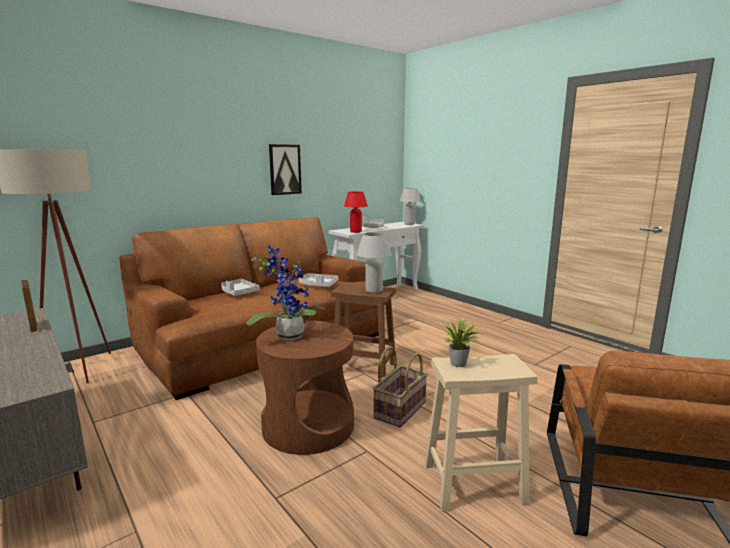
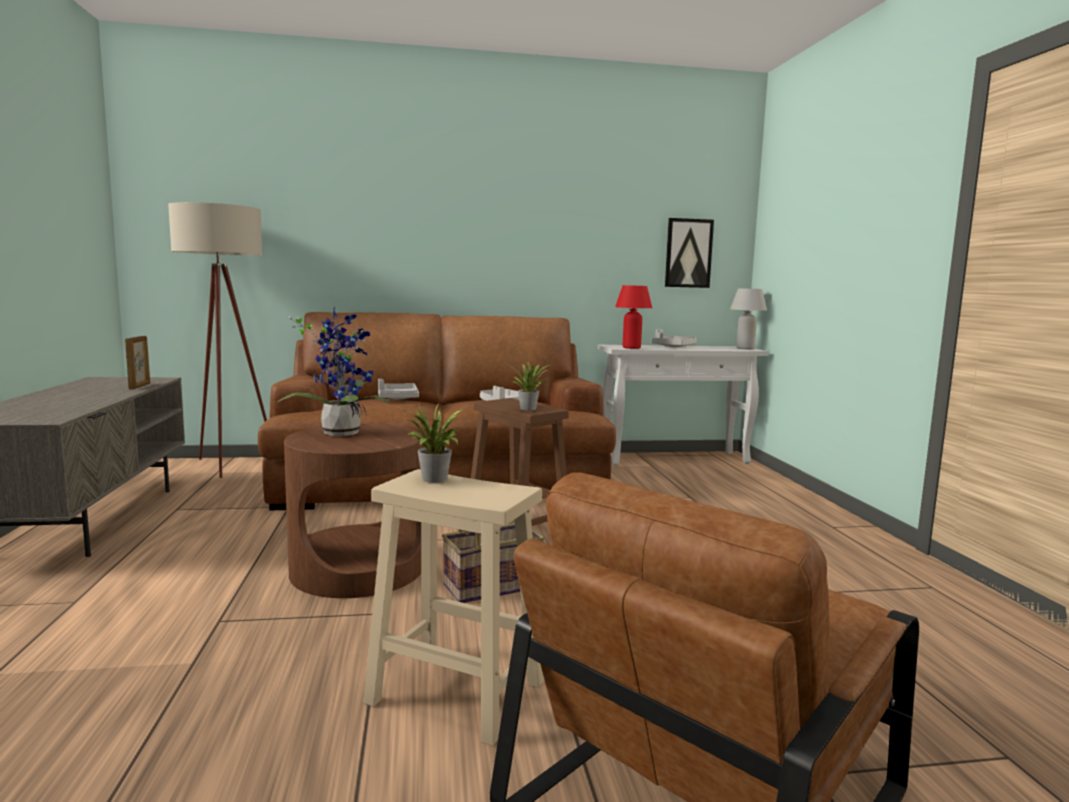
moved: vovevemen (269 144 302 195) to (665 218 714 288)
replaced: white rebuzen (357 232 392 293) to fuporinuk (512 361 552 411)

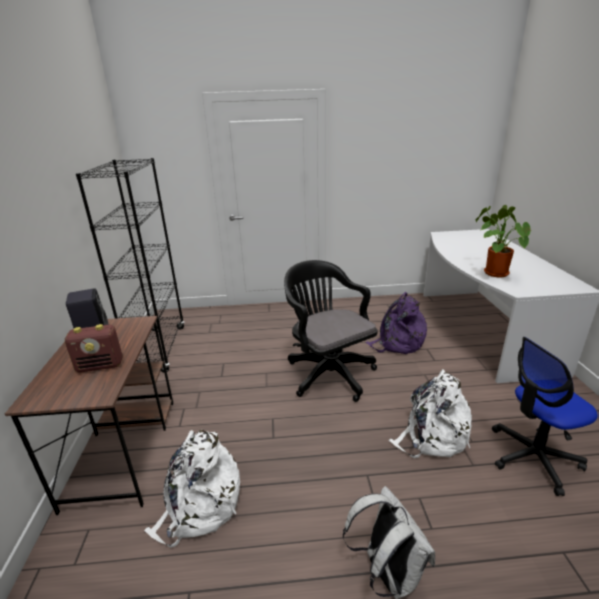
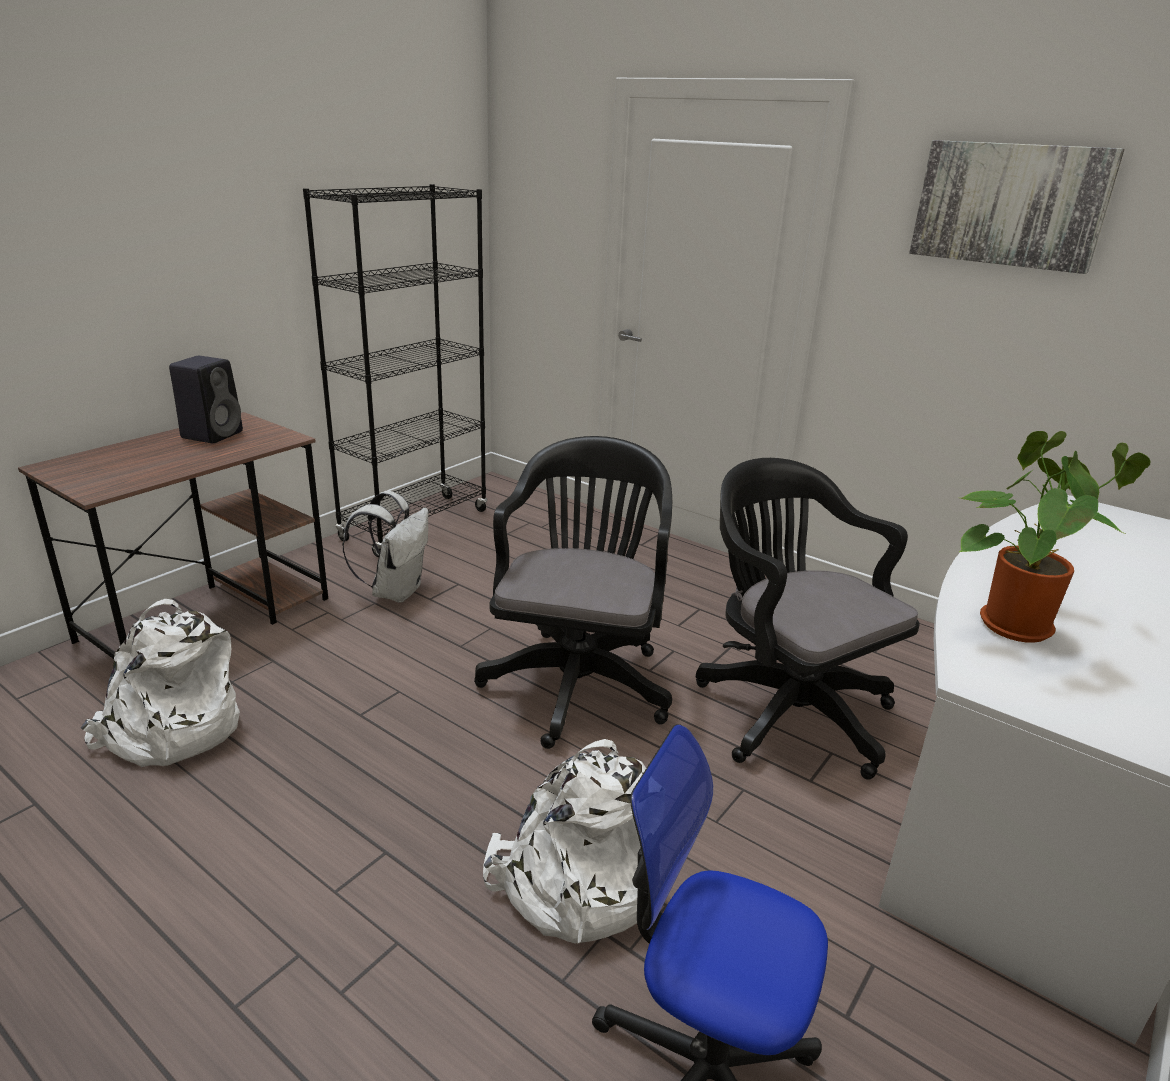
removed: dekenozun (65 324 122 373)
added: vovevemen (909 140 1124 274)
moved: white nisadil (343 486 435 599) to (342 491 428 603)
replaced: purple nisadil (366 292 427 354) to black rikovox (696 458 920 780)

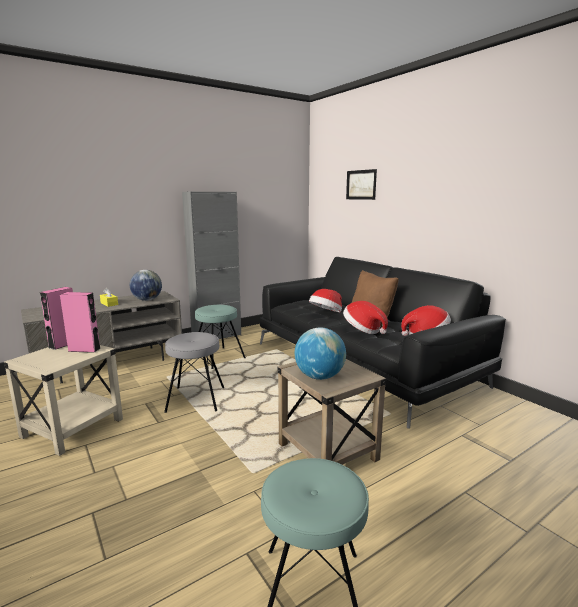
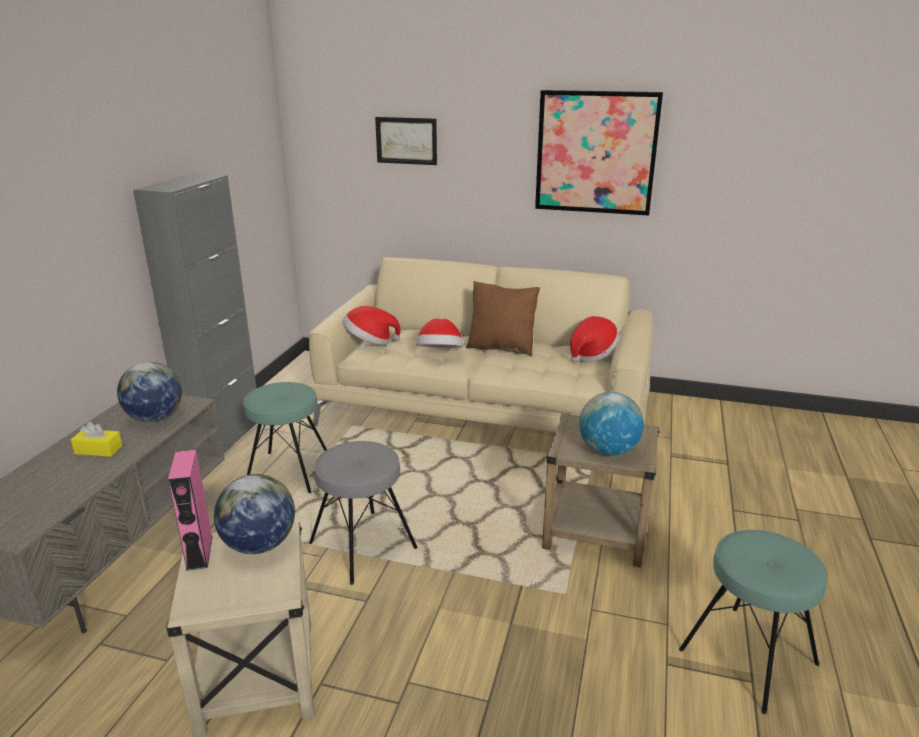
added: vovevemen (535 90 663 216)
moved: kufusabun (343 301 388 334) to (343 306 401 345)
replaced: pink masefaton (60 292 101 353) to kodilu (214 474 295 554)
recoloured: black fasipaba (260 257 506 429) to beige fasipaba (308 258 653 432)

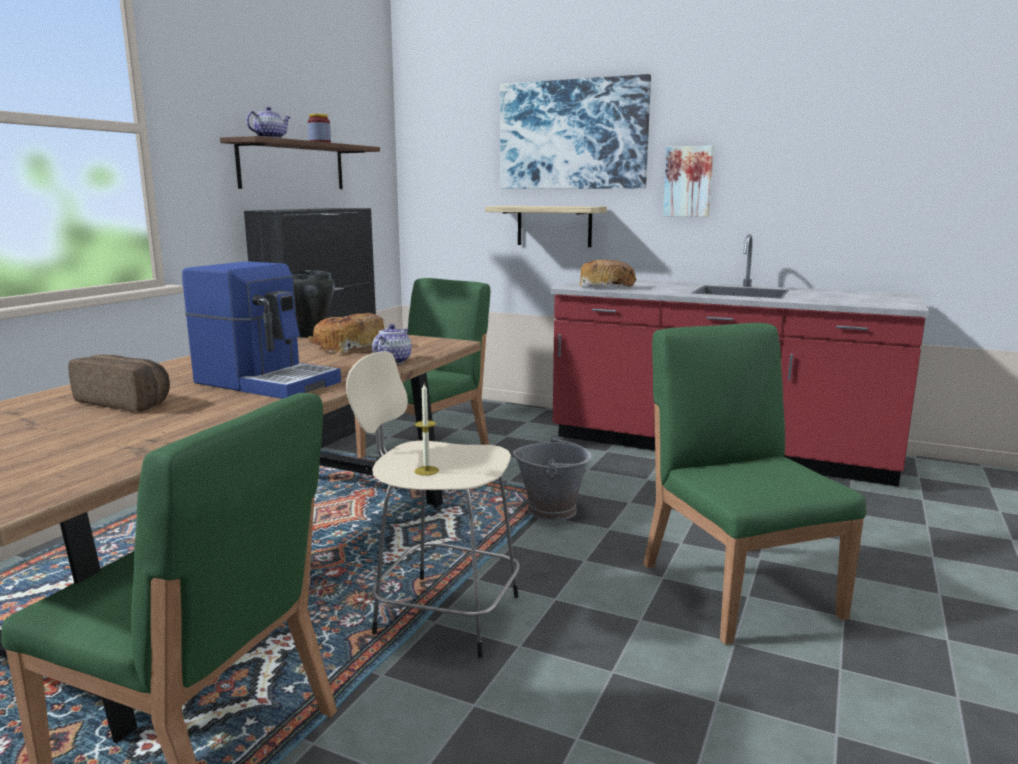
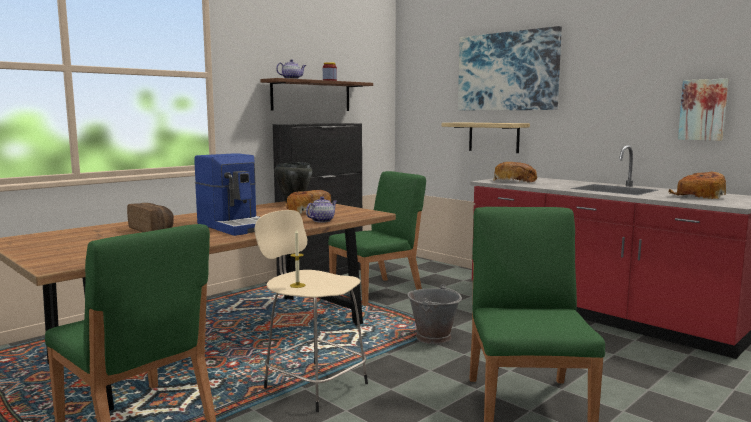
added: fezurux (669 172 726 199)
moved: vovevemen (663 145 714 217) to (678 79 729 141)

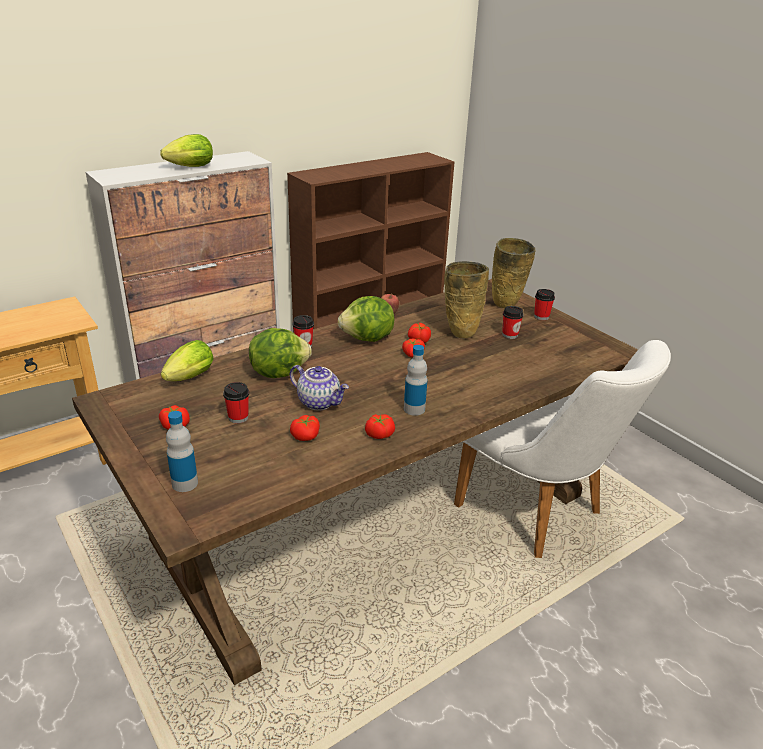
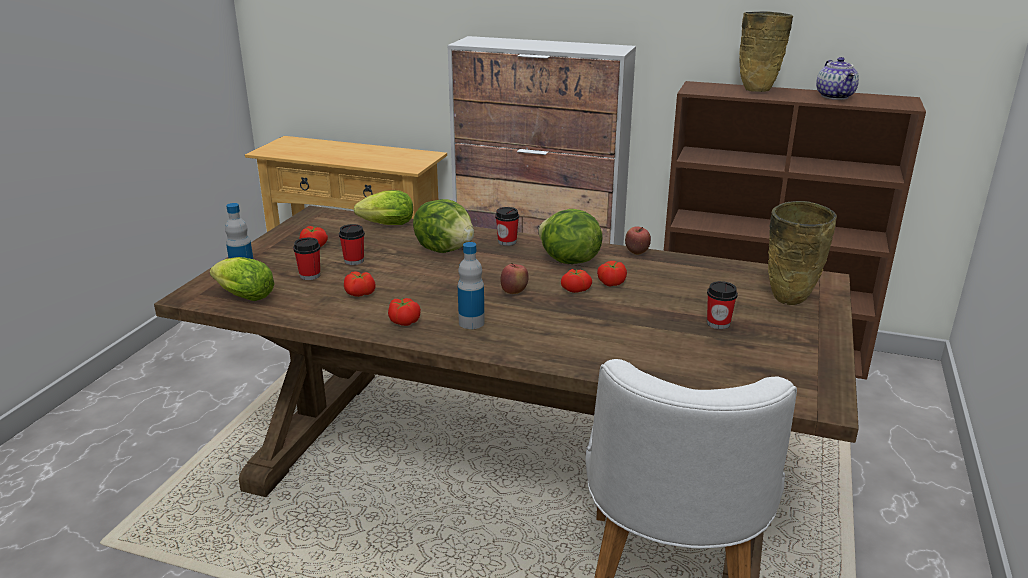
added: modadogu (501 263 529 294)
moved: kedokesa (160 134 213 167) to (210 257 275 301); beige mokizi (444 261 489 338) to (739 11 793 92); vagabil (534 289 555 320) to (293 238 320 280); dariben (290 365 349 411) to (816 57 859 100)

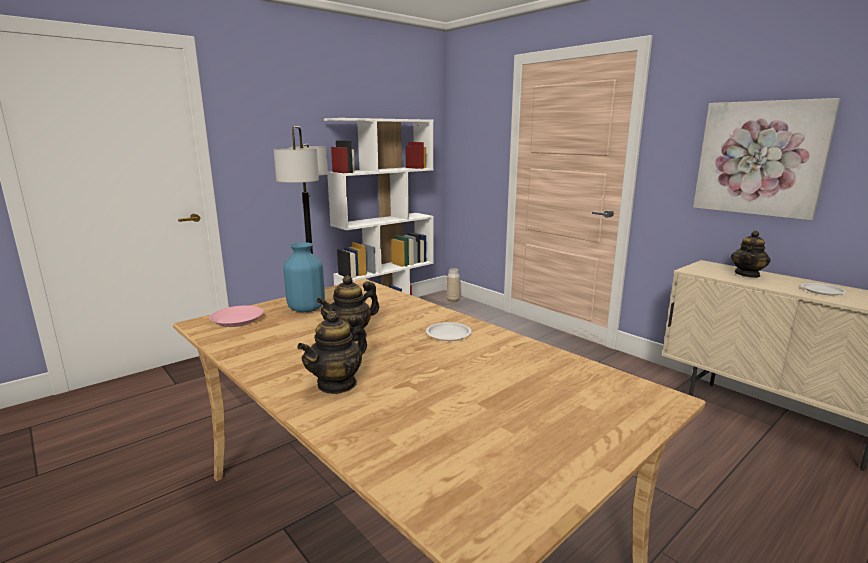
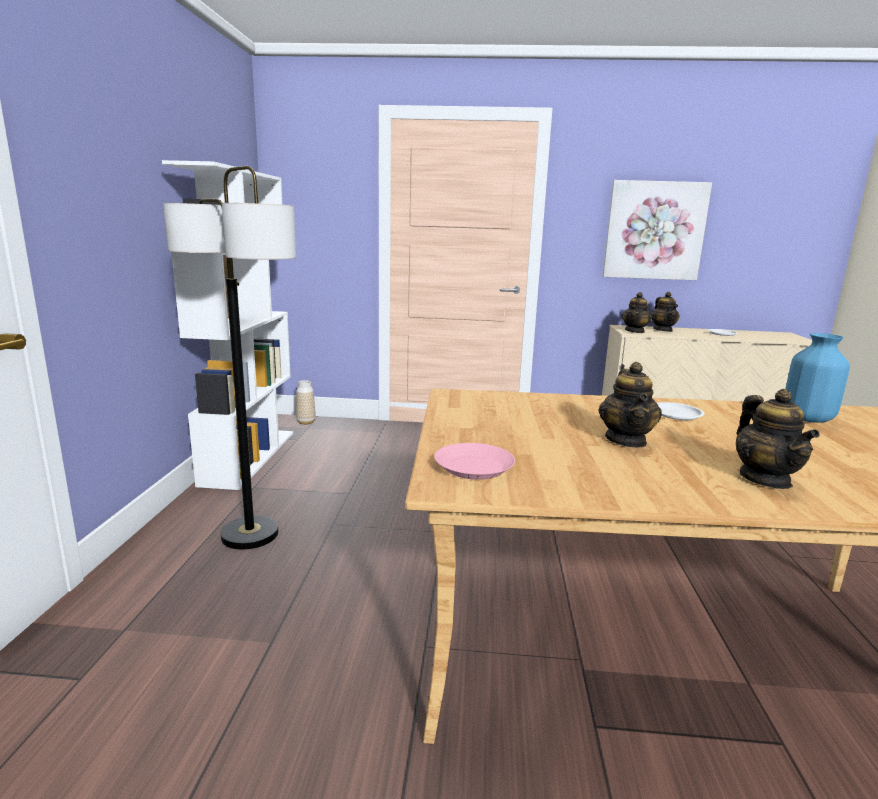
added: dariben (622 292 652 333)
moved: blue mokizi (283 242 325 312) to (785 333 850 423)

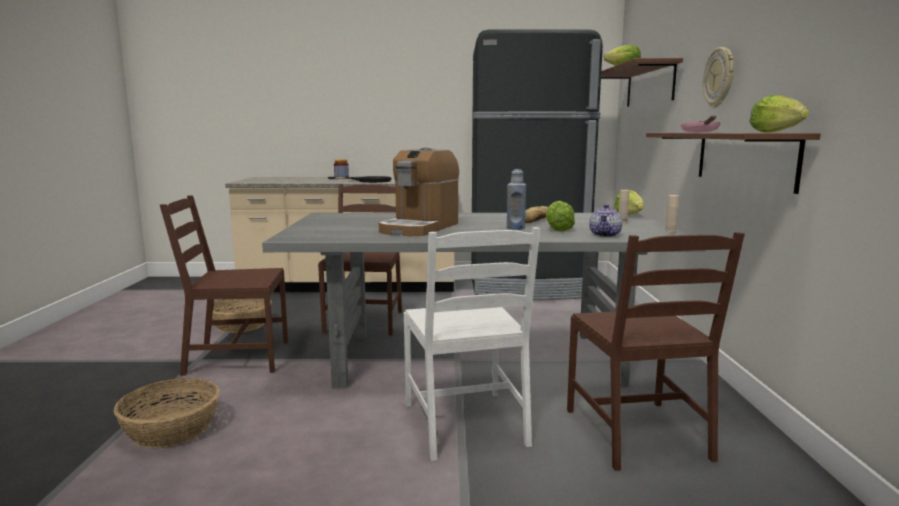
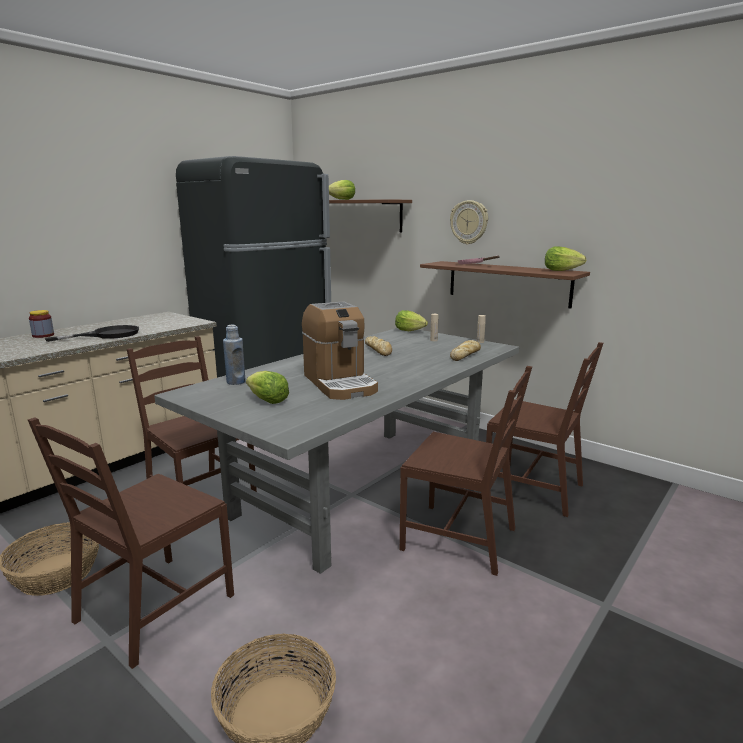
moved: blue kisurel (507 169 526 230) to (223 325 246 385); kedokesa (546 201 575 231) to (246 371 289 404)
replaced: dariben (589 204 622 237) to fezurux (450 340 481 361)
recoloured: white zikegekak (404 227 541 461) to brown zikegekak (400 366 532 576)

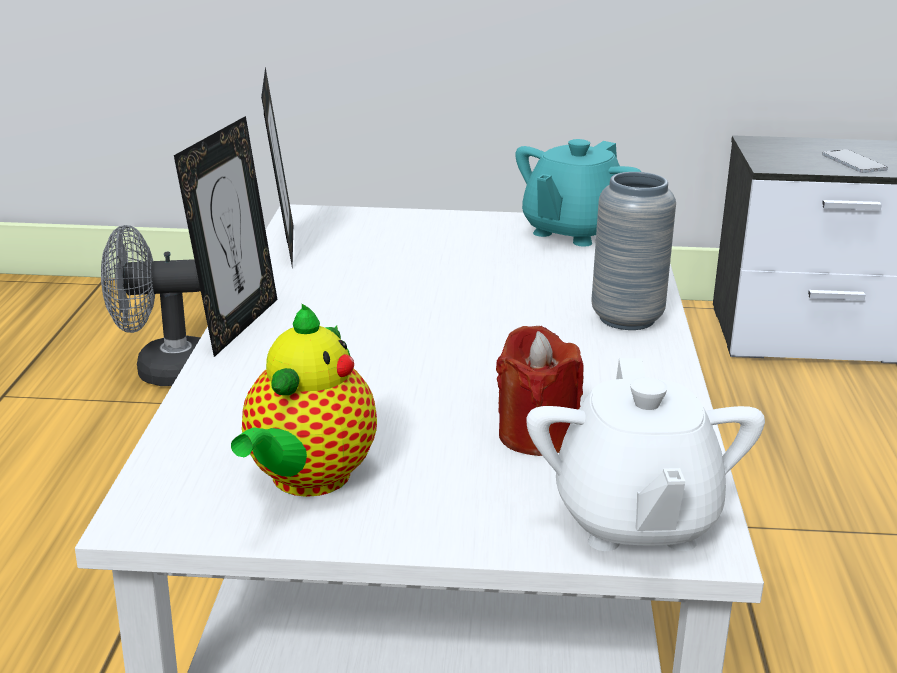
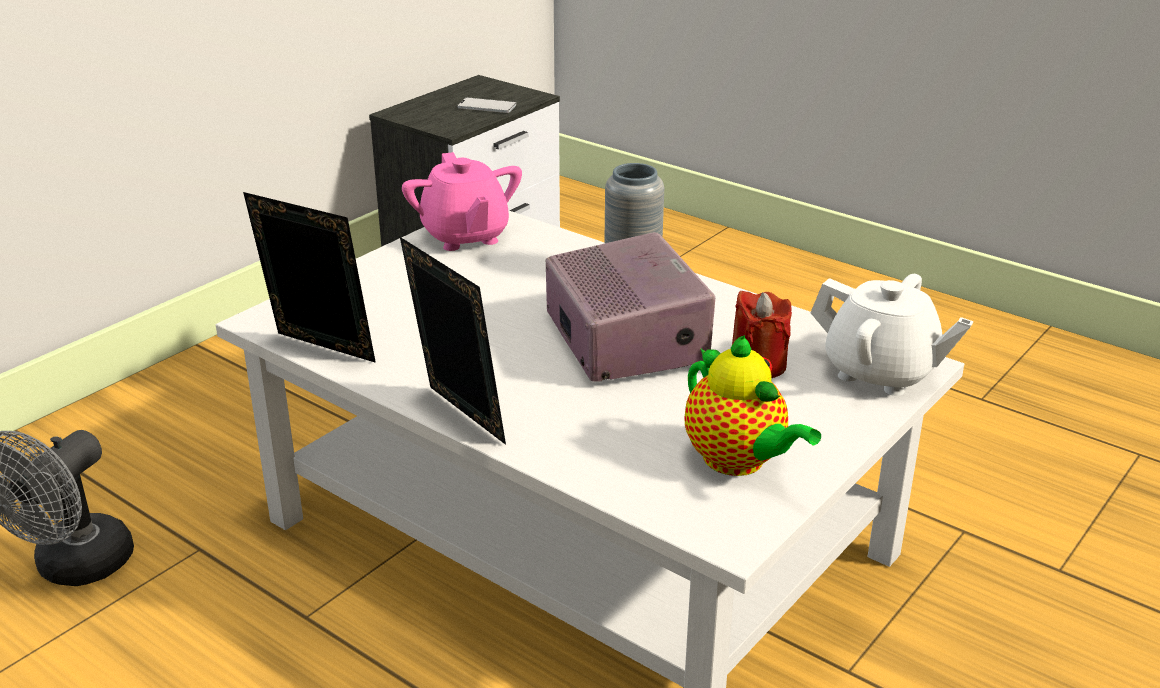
added: dekenozun (546 232 715 382)
recoloured: turquoise dariben (515 139 641 247) to pink dariben (402 152 522 251)

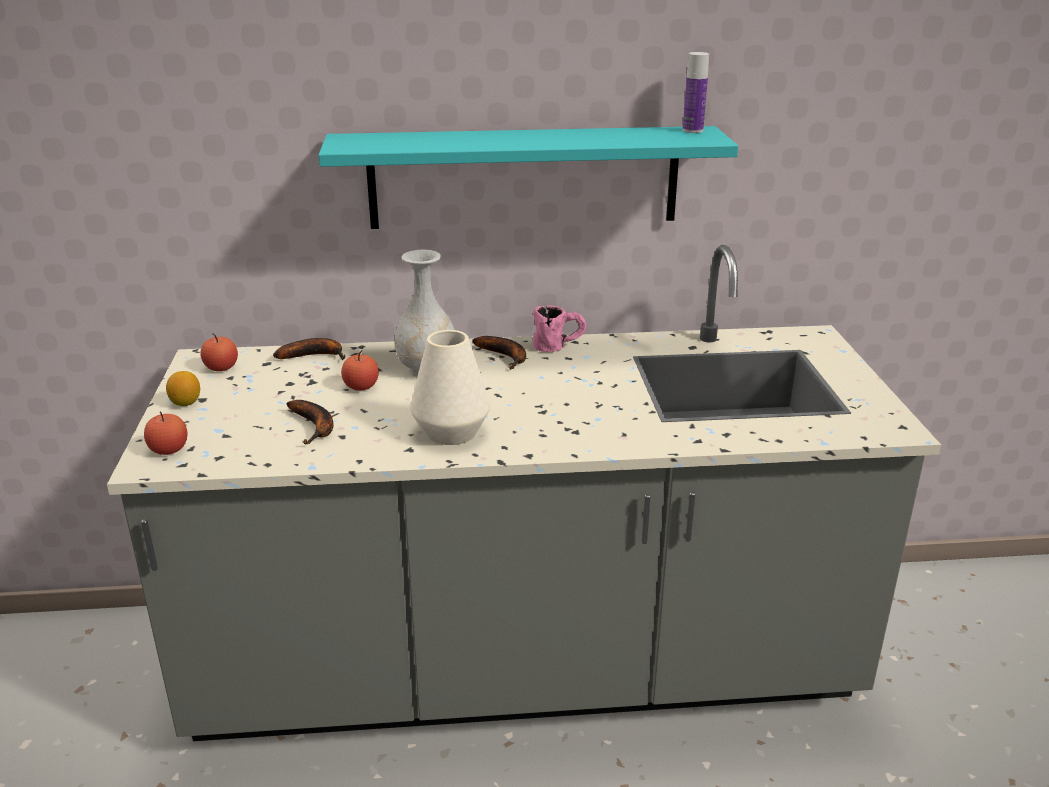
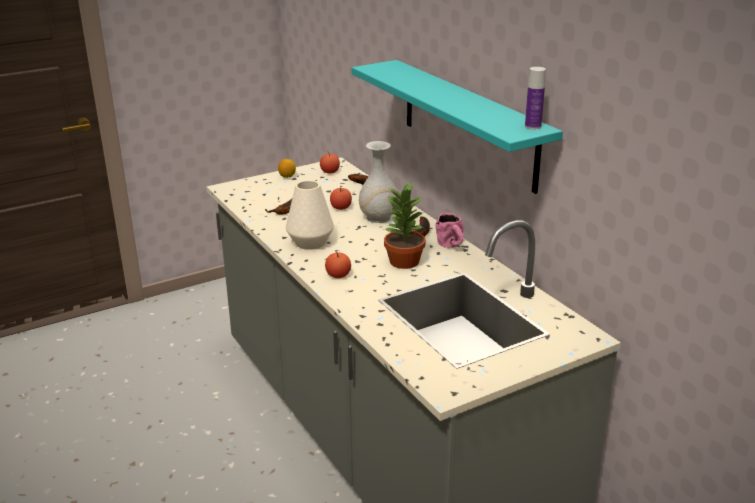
added: fuporinuk (384 181 425 269)
moved: modadogu (144 411 187 455) to (325 251 351 278)

